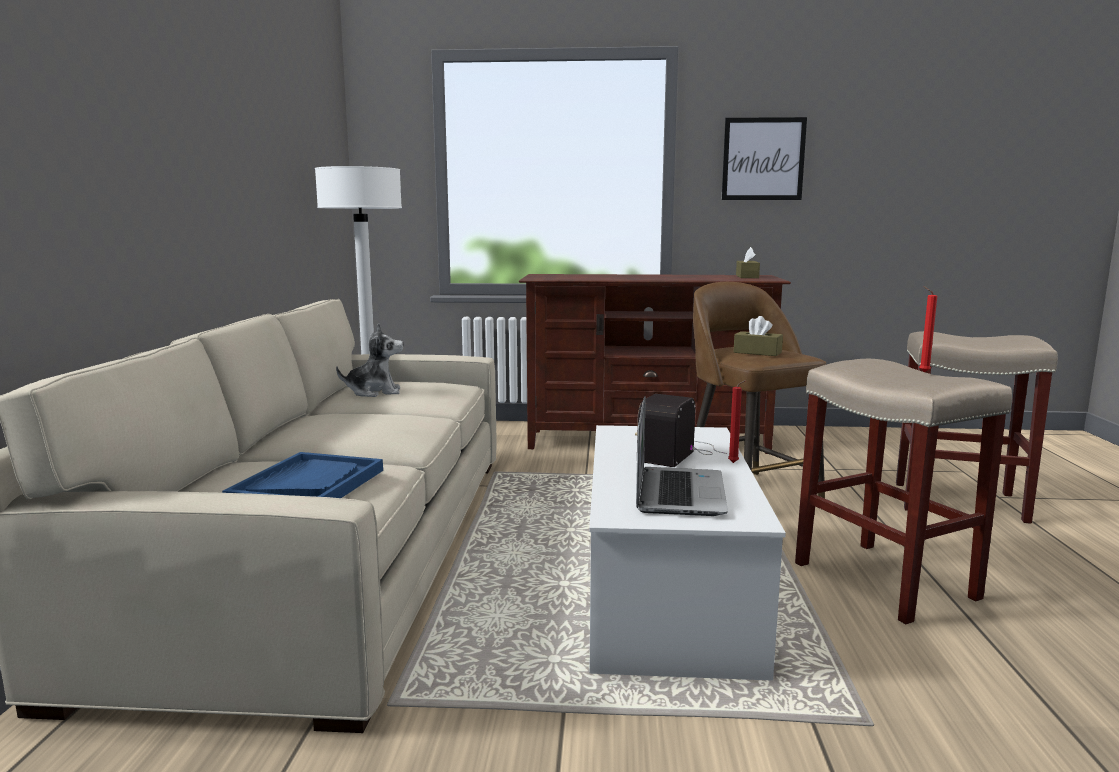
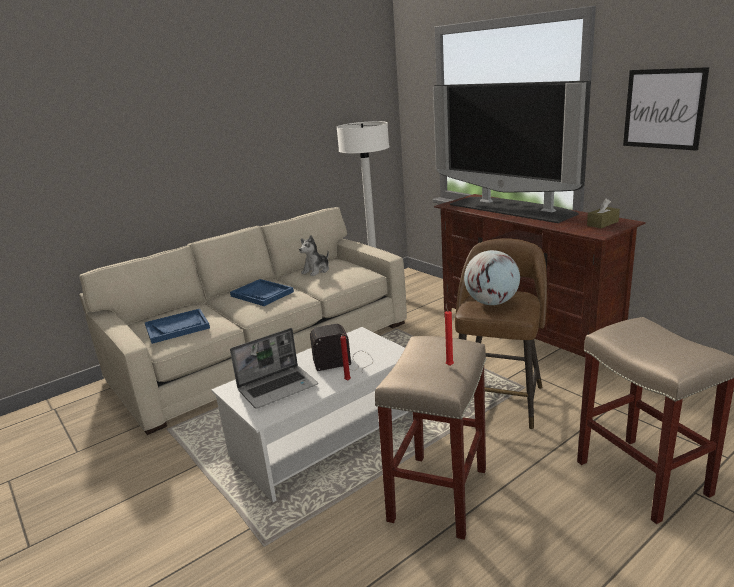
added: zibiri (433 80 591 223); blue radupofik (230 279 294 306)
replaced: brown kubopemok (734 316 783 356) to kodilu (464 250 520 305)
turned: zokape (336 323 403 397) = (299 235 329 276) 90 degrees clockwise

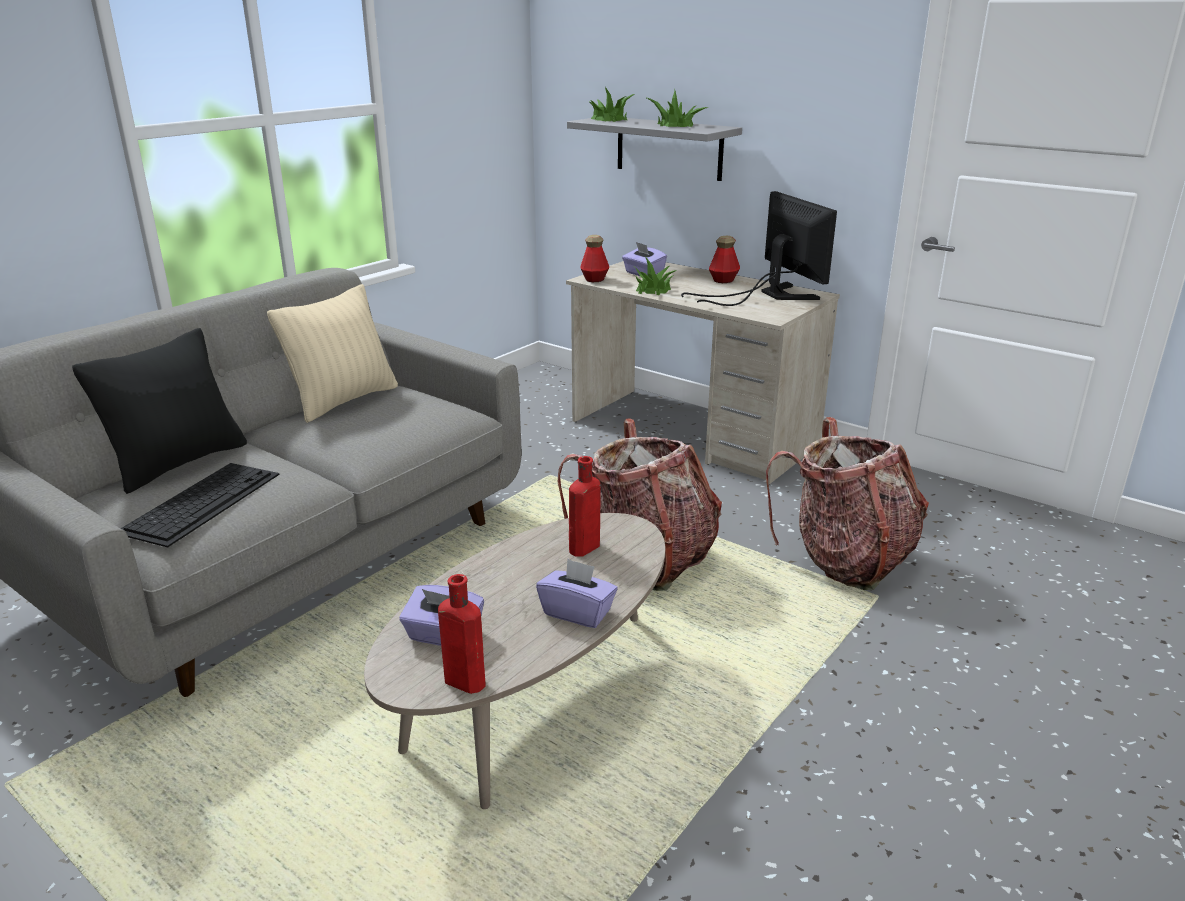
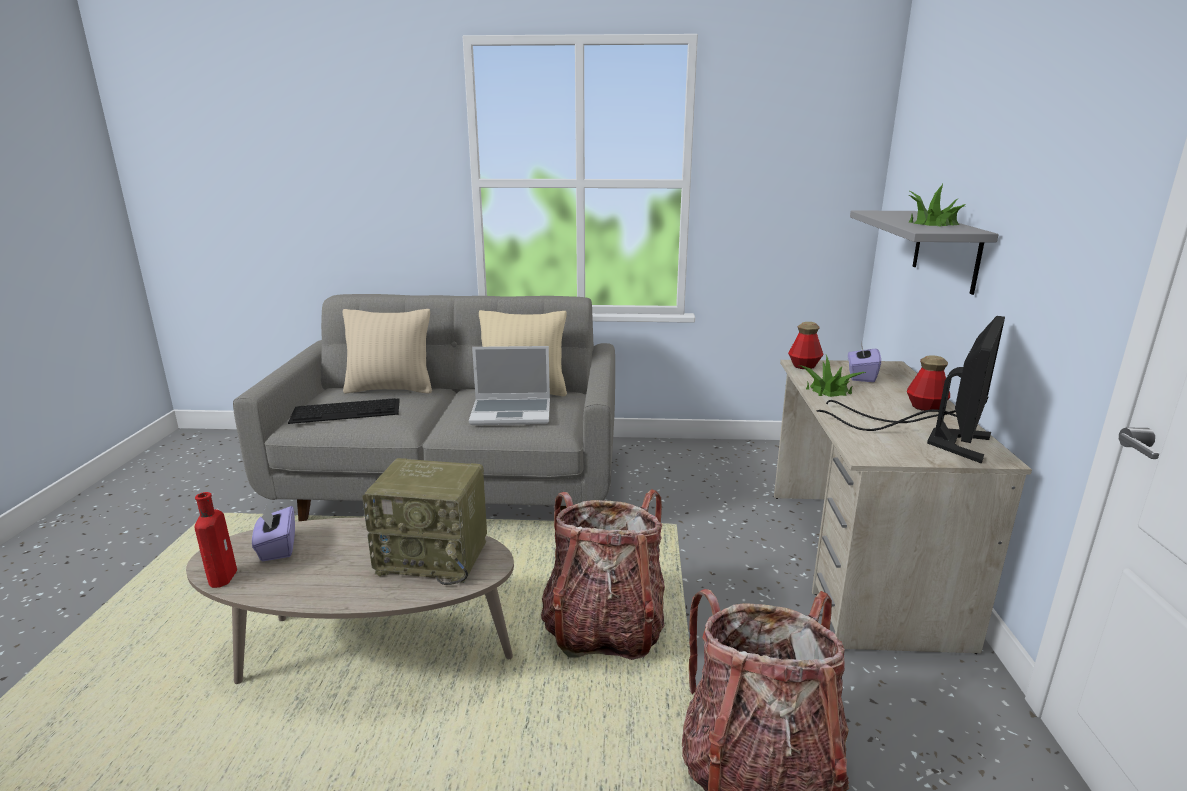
removed: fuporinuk (590 87 634 122); purple kubopemok (536 559 618 628)
added: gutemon (469 346 550 425)
replaced: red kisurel (569 456 601 557) to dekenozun (362 458 487 585)
recoloured: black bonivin (72 328 247 494) to beige bonivin (343 309 432 394)

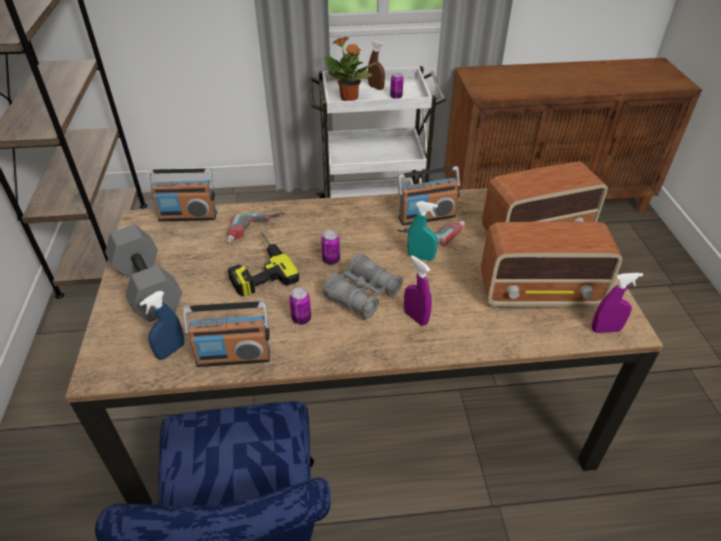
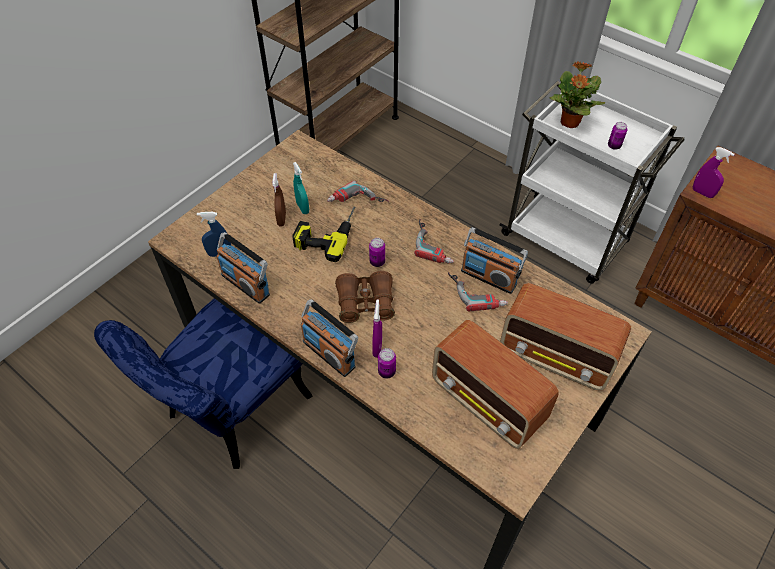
removed: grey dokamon (105 225 182 322)
added: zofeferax (414 219 454 264)
moved: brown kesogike (368 40 385 90) to (272 173 286 227); dekenozun (147 168 217 221) to (301 299 358 377); turquoise kesogike (407 201 438 261) to (293 162 309 214); purple kesogike (592 273 643 333) to (693 147 735 198); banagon (289 287 311 325) to (378 348 396 378)
recoloured: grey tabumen (322 253 403 319) to brown tabumen (335 271 395 323)

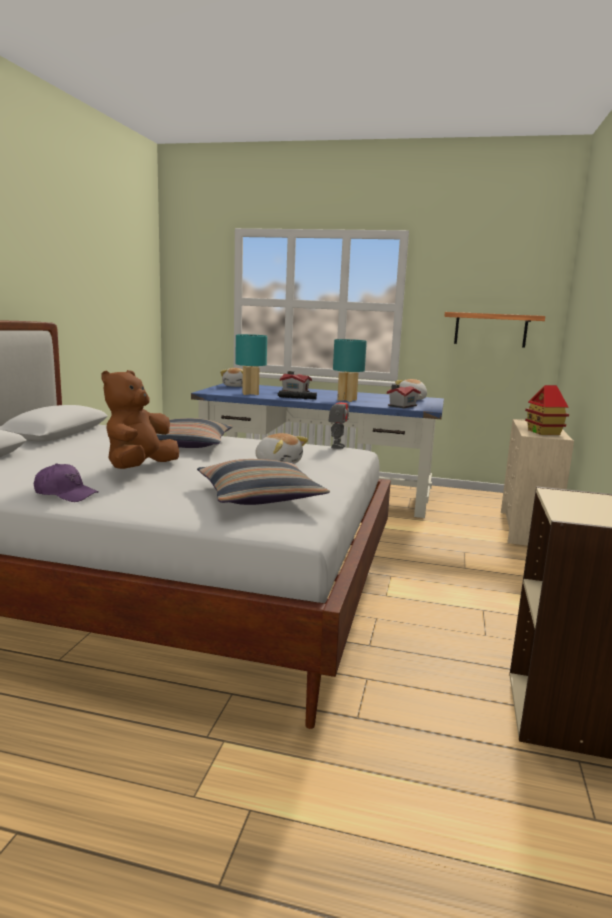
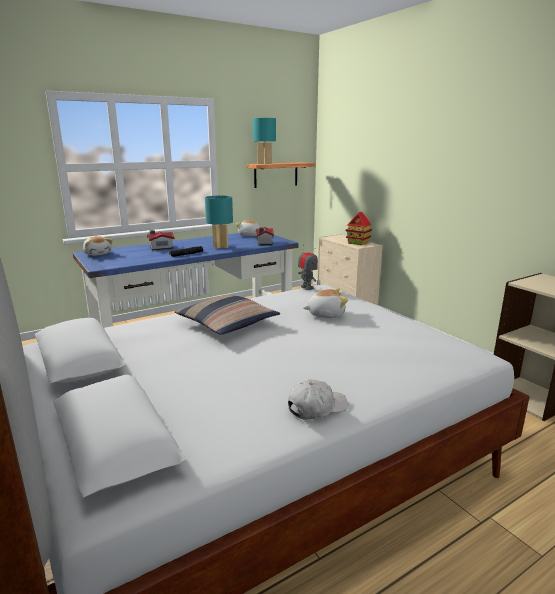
removed: brown zokape (102 370 179 469); bonivin (197 459 330 505)
moved: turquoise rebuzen (235 334 267 395) to (253 118 276 164)
recoloured: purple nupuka (34 463 99 502) to white nupuka (288 379 348 420)

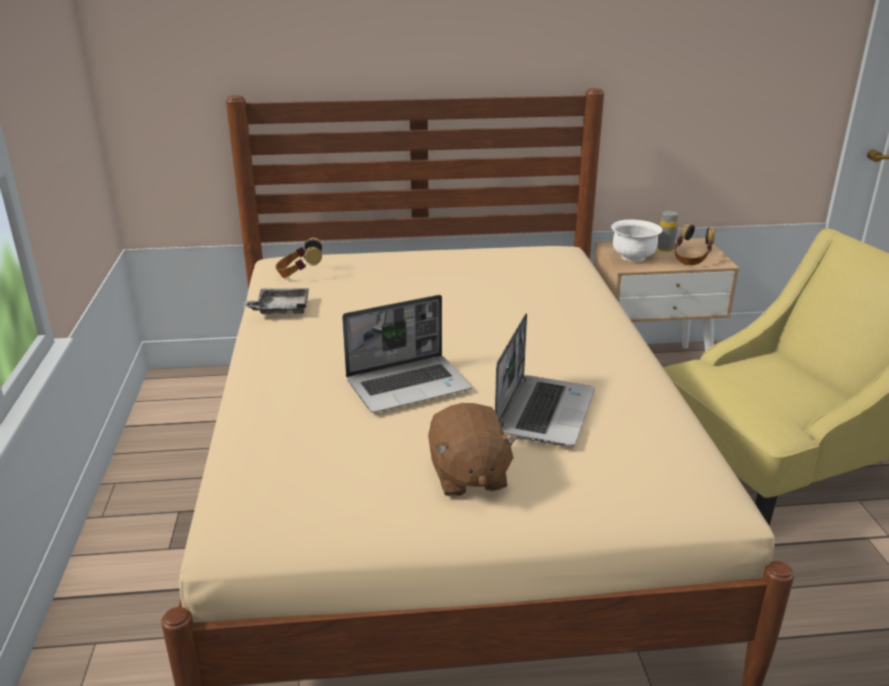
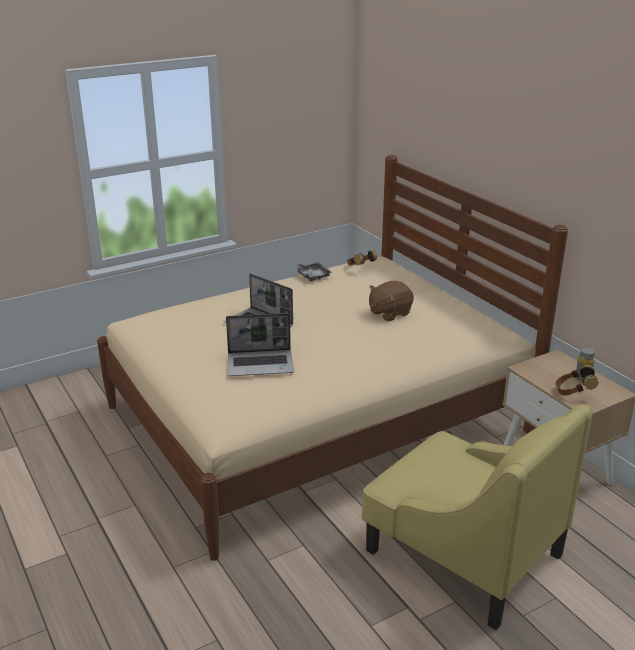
removed: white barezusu (611 219 663 262)
moved: brown zokape (428 403 518 497) to (369 281 414 321)

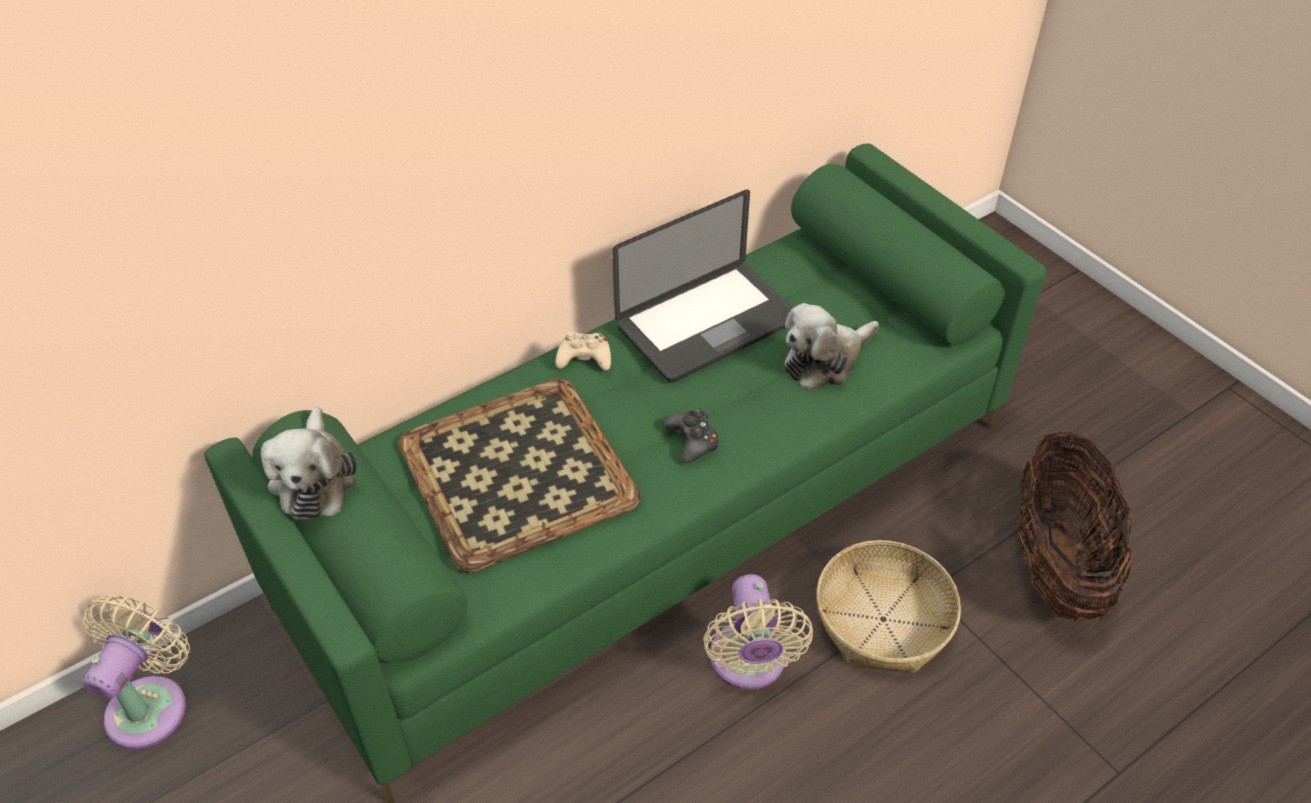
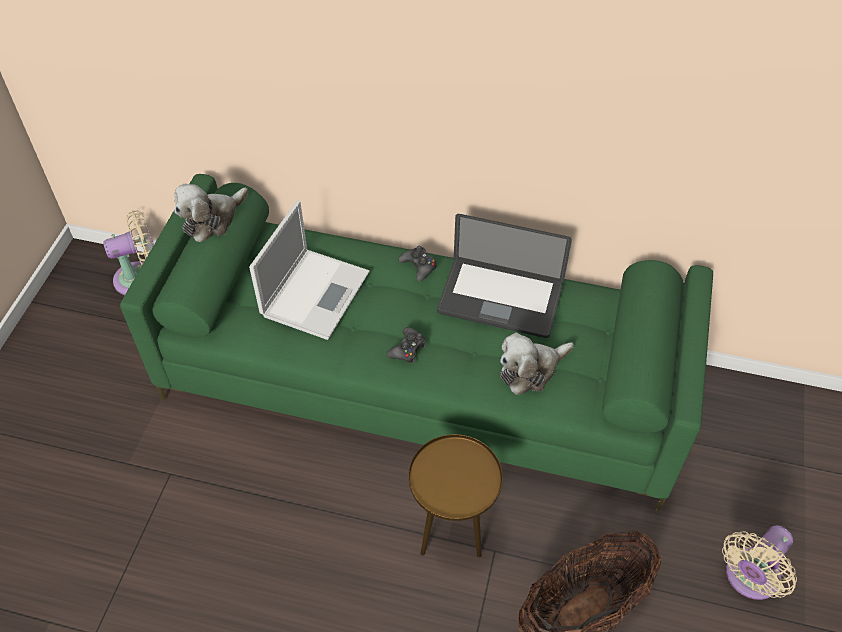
moved: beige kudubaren (703 574 813 690) to (722 525 797 600)
replaced: radupofik (399 378 641 572) to gutemon (249 201 370 340); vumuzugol (816 540 961 673) to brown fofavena (408 434 503 557)
recoloured: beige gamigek (555 331 611 371) to black gamigek (399 246 436 281)
turned: zokape (783 303 879 391) = (500 333 574 395) 45 degrees counterclockwise

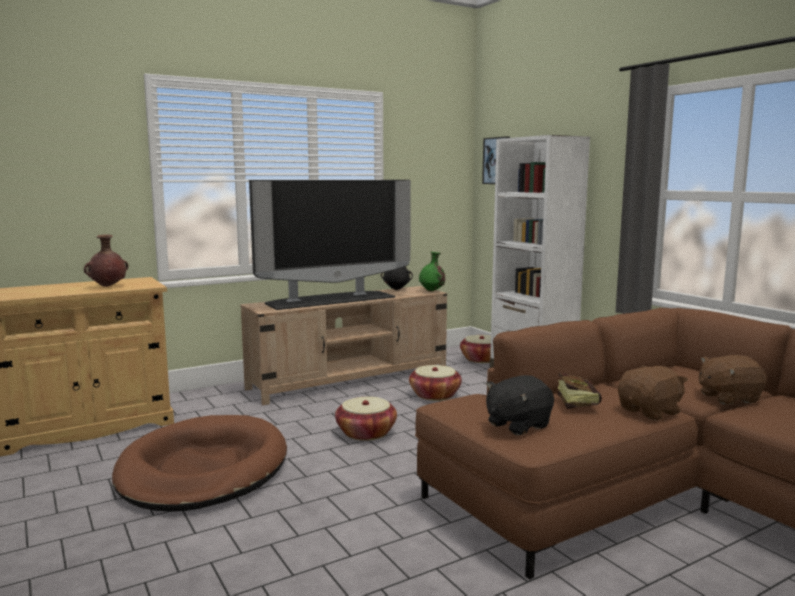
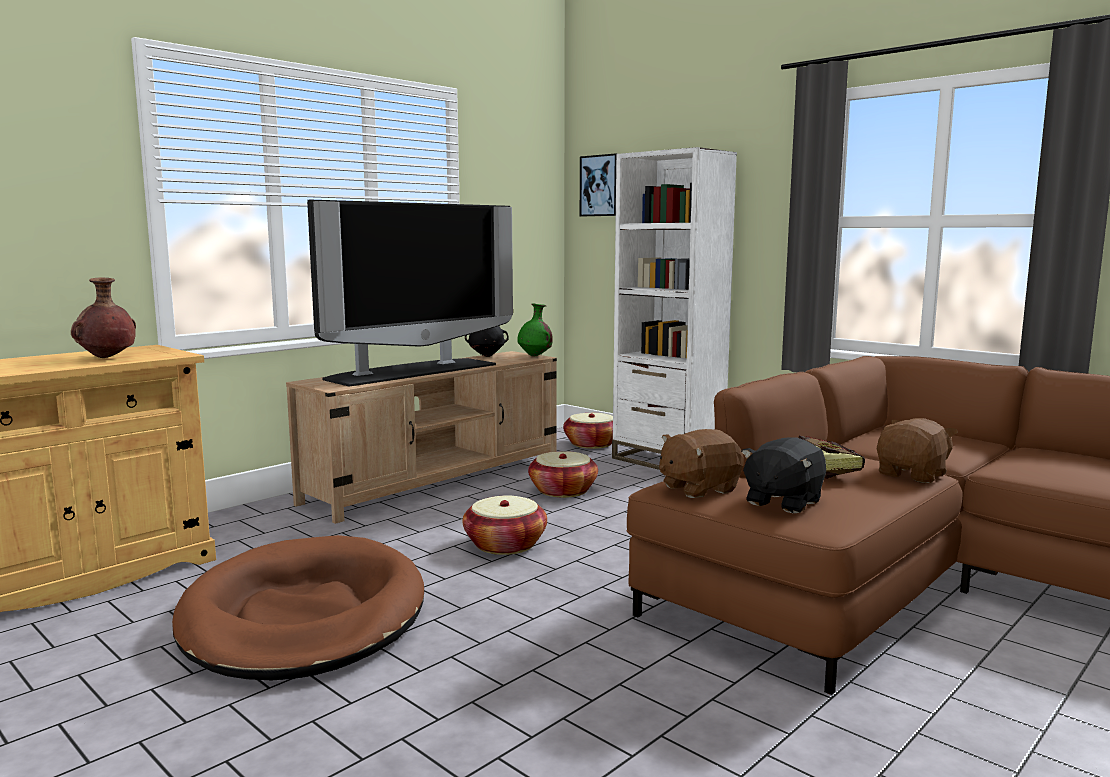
moved: brown zokape (699 355 767 405) to (659 429 744 498)

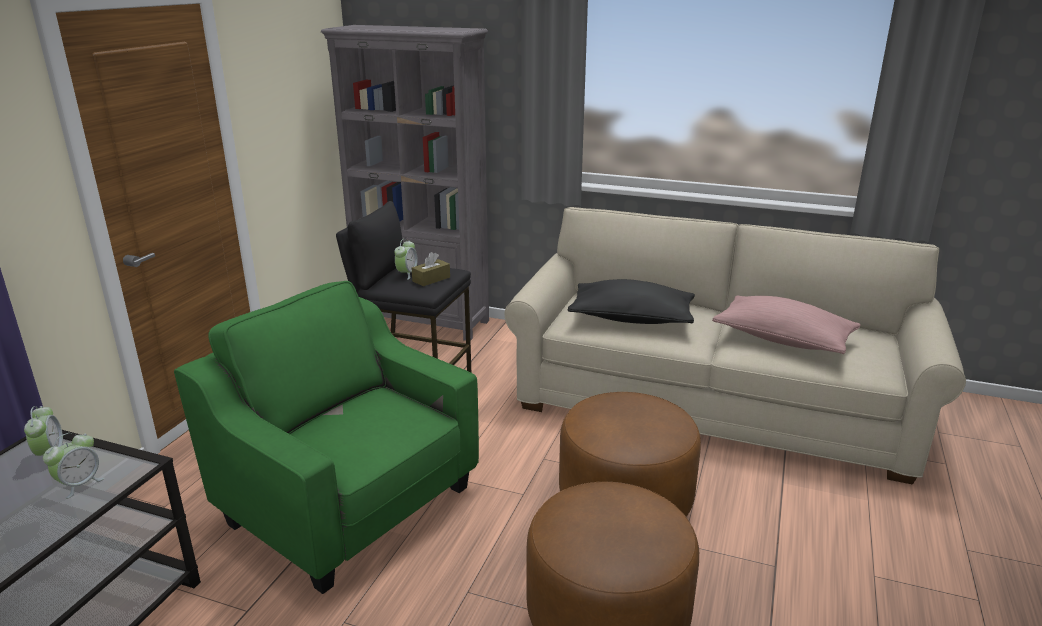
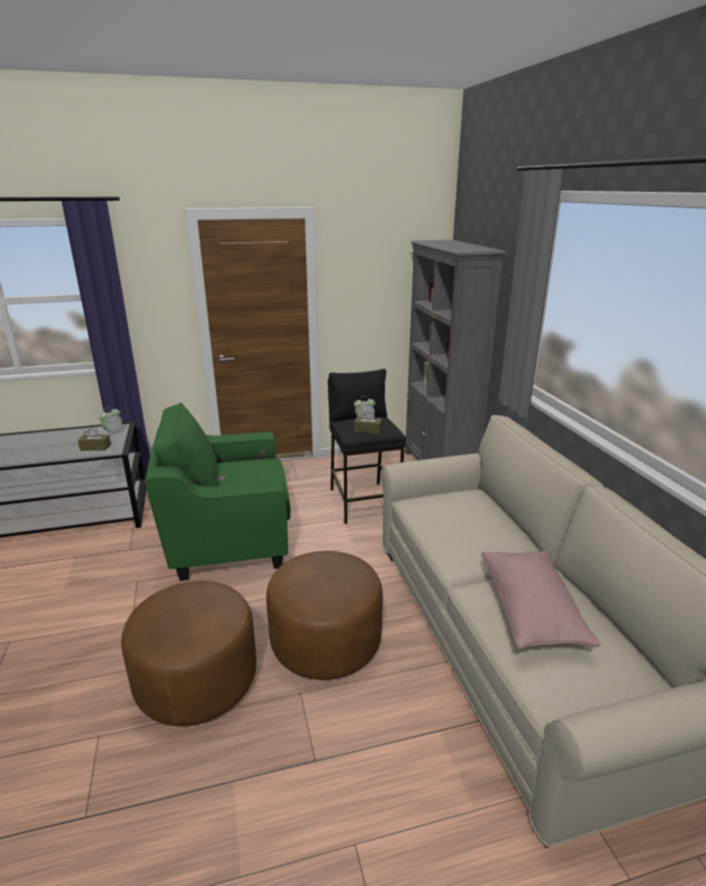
removed: black bonivin (568 279 695 324)
replaced: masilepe (43 433 105 499) to brown kubopemok (78 428 111 451)
turned: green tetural (174 281 479 594) = (145 403 291 581) 105 degrees counterclockwise

